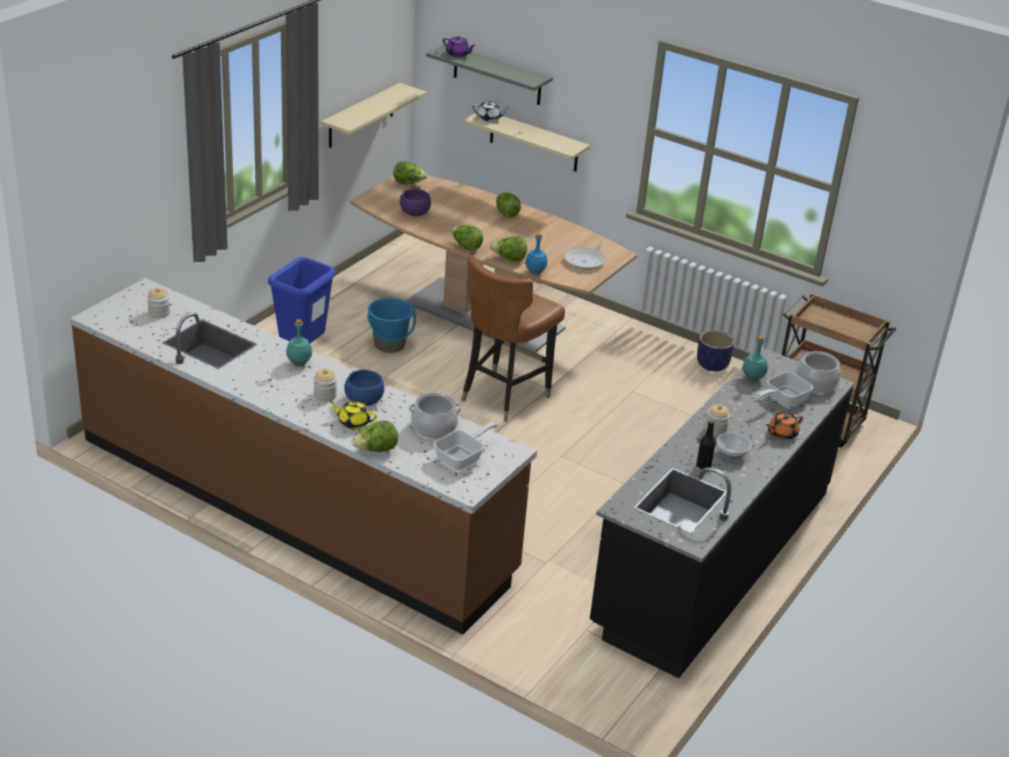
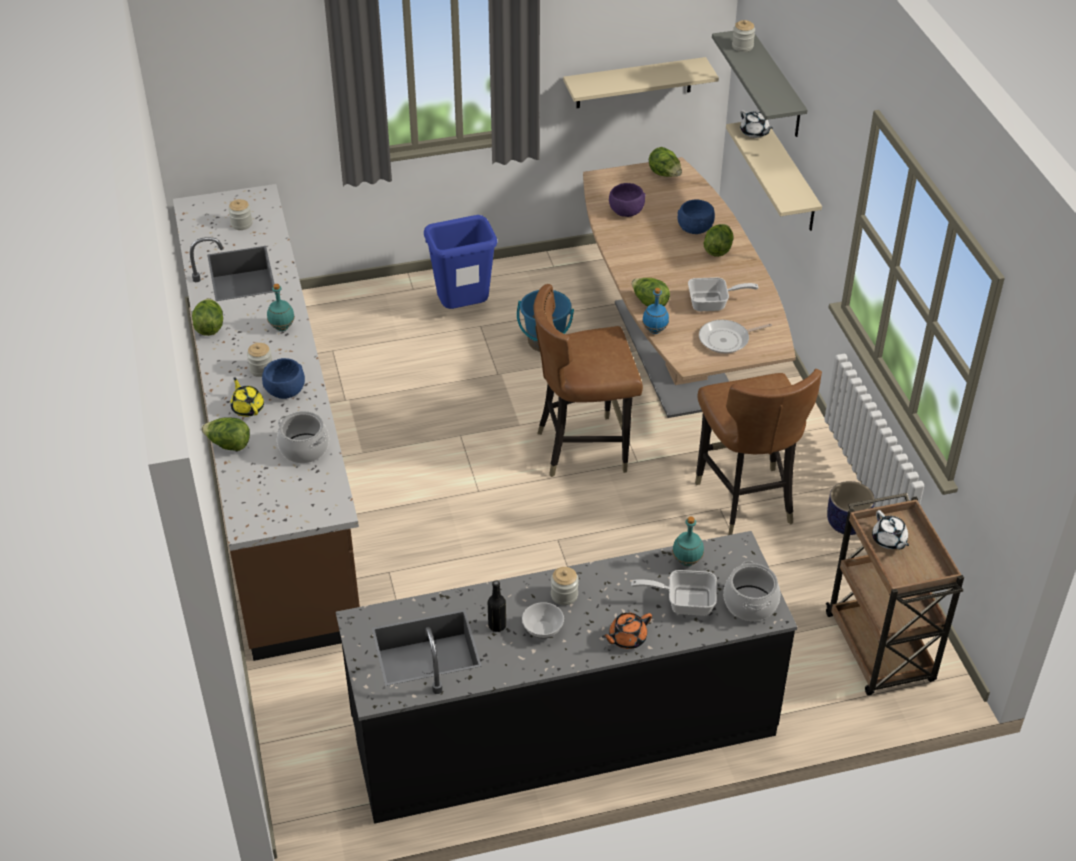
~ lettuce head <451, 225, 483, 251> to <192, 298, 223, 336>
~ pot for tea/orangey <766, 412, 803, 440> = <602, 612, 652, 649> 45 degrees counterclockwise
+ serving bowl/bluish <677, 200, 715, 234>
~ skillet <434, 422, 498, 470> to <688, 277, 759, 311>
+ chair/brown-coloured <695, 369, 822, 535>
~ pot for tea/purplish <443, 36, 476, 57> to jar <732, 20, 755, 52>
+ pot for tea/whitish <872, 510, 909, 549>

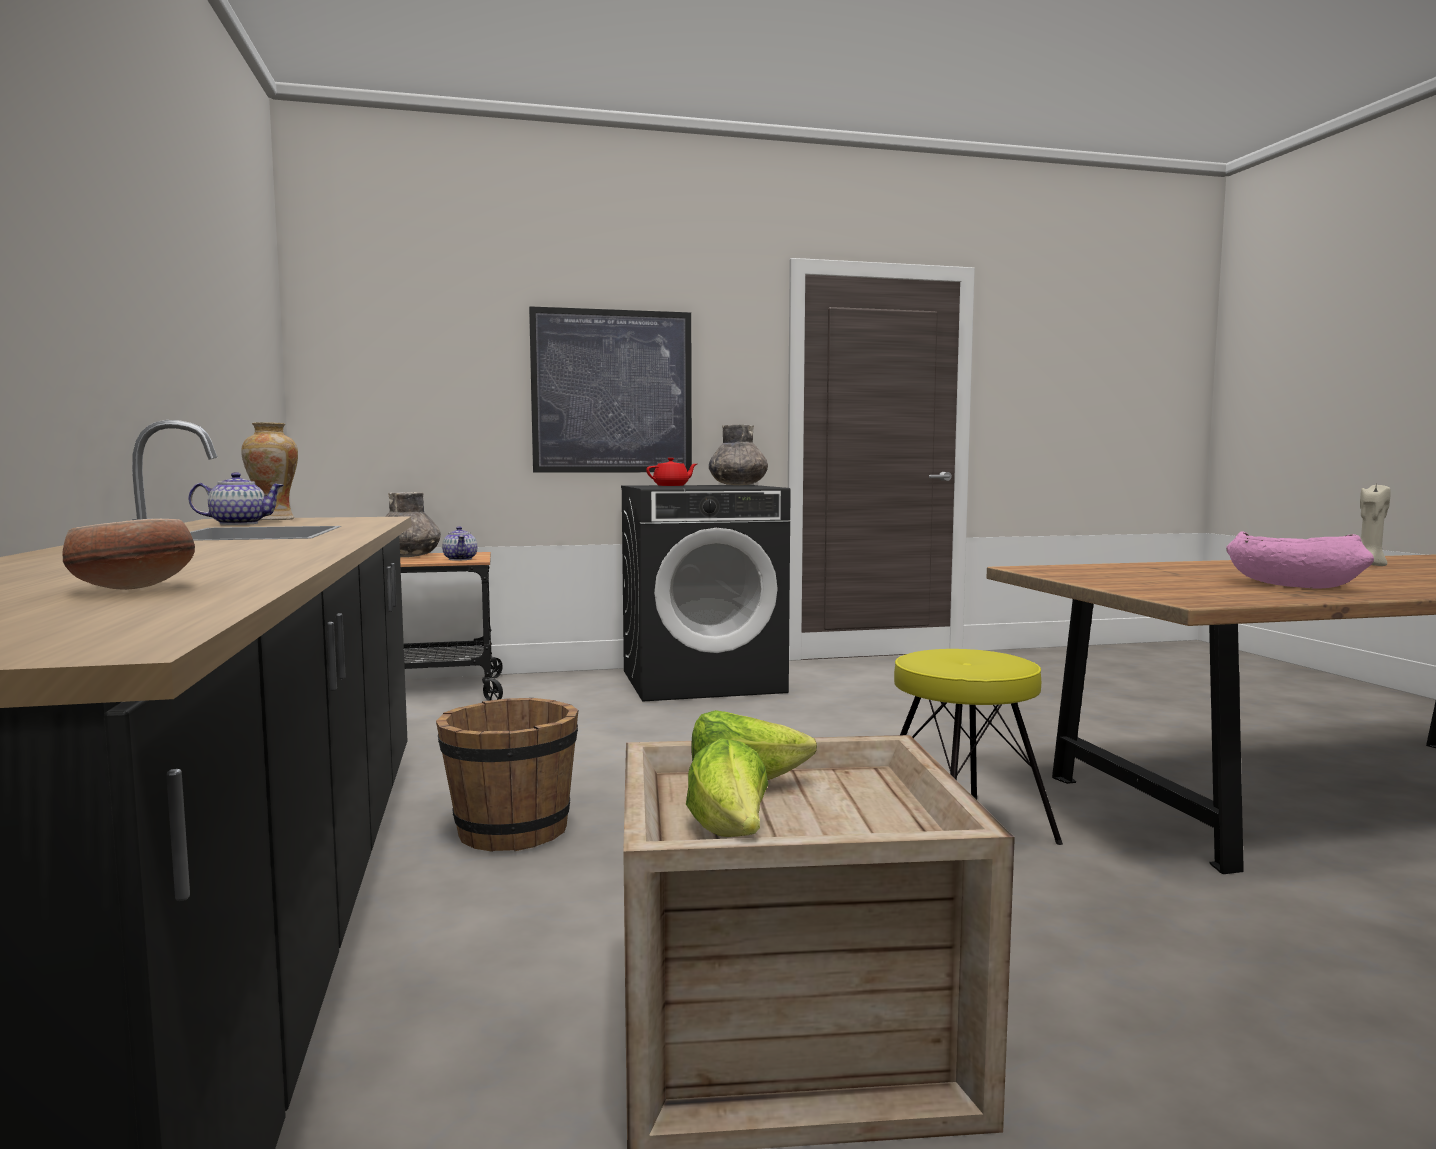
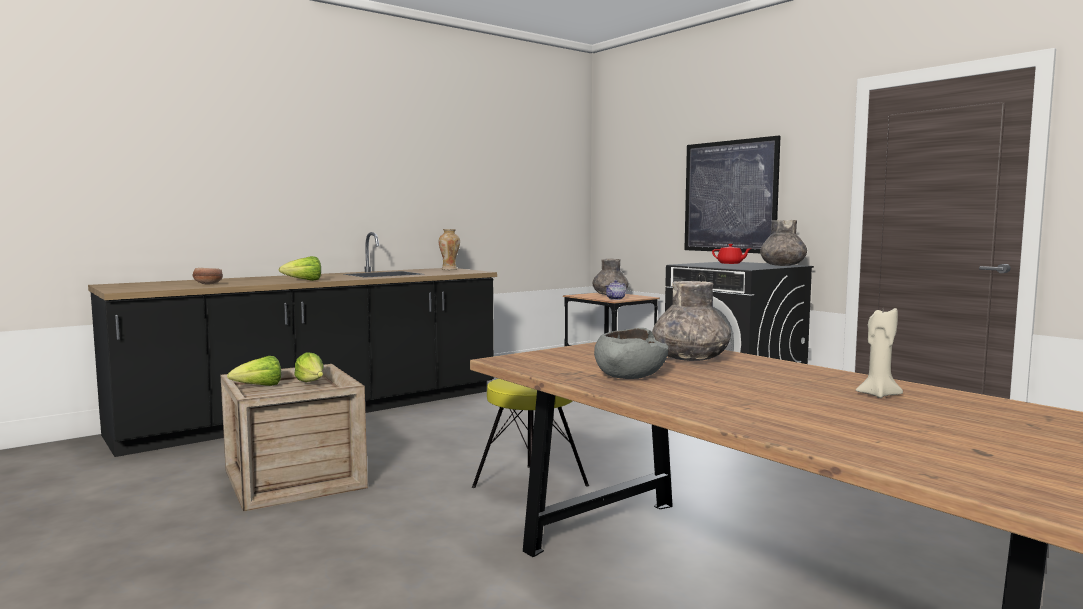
+ lettuce head <279, 256, 321, 281>
~ serving bowl/pink <1226, 531, 1374, 589> to serving bowl/grey <594, 328, 669, 379>
+ decorative vase/grey <652, 281, 731, 361>
- pot for tea <188, 472, 284, 525>
- bucket/brown-coloured <436, 698, 578, 852>

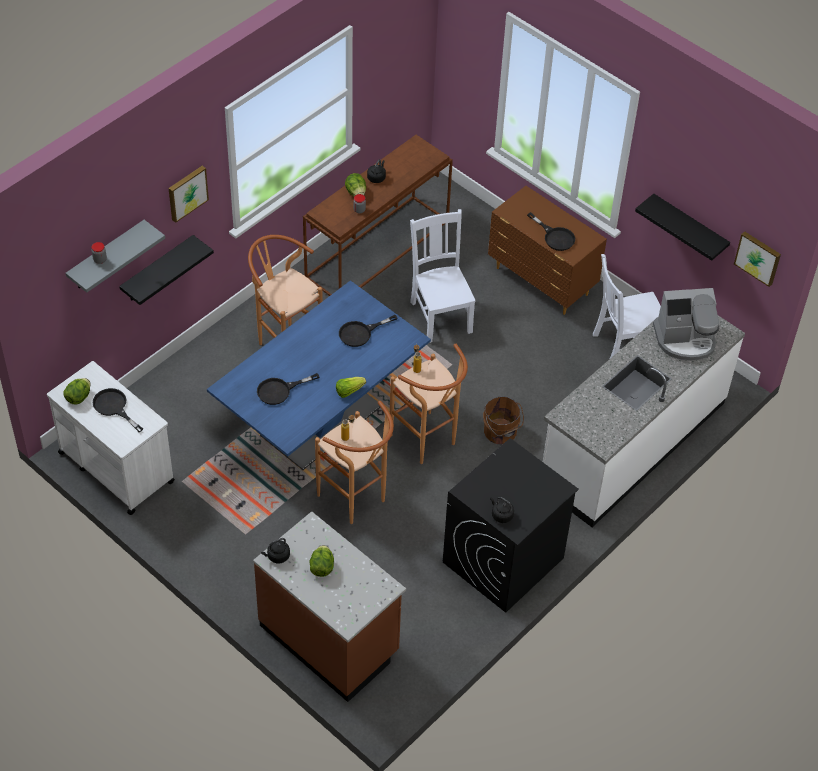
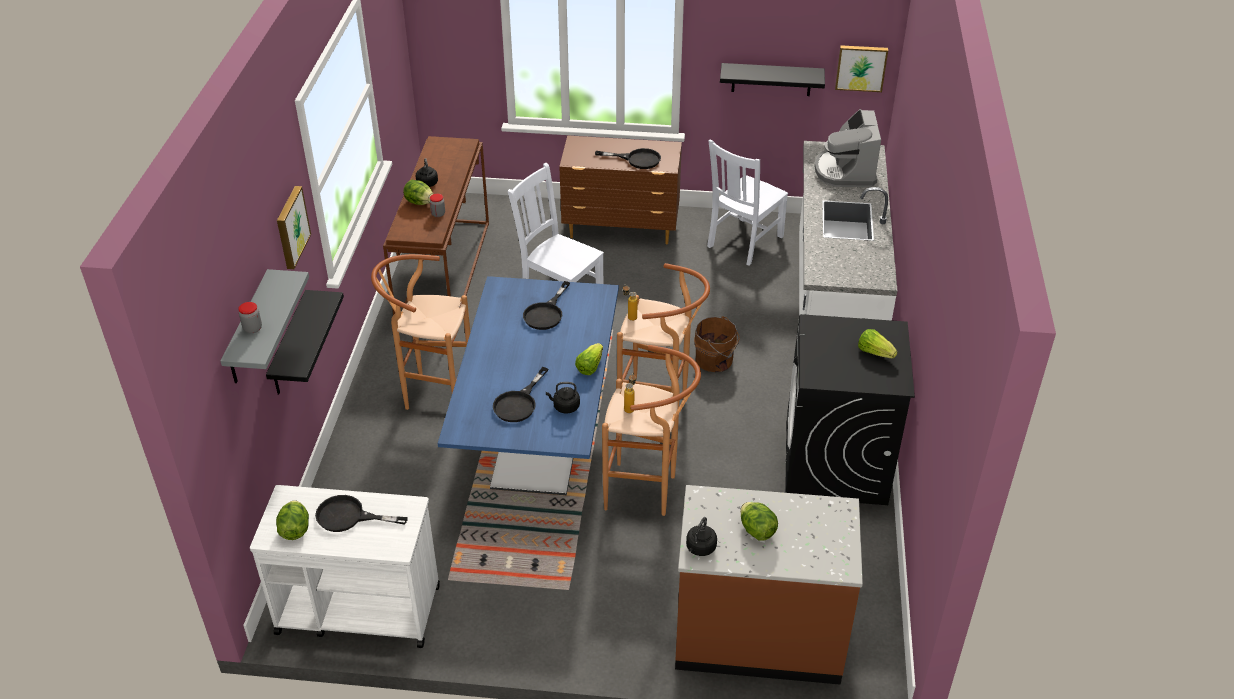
~ water kettle/blackish <490, 497, 514, 523> to <546, 382, 580, 414>
~ coffee brewer <653, 288, 719, 361> = <815, 109, 881, 187> 135 degrees clockwise
+ lettuce head <858, 329, 897, 358>

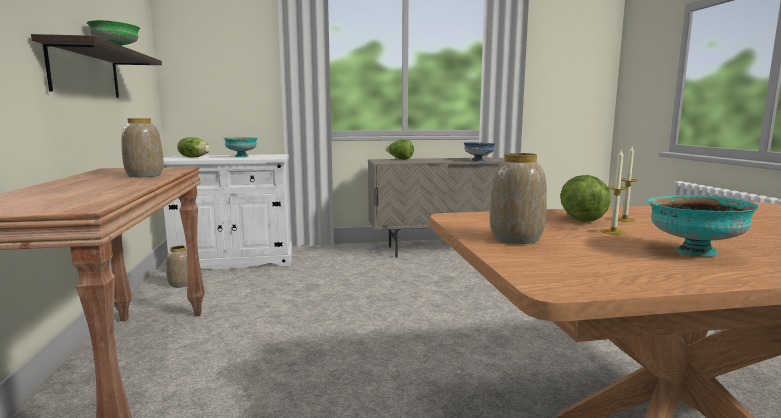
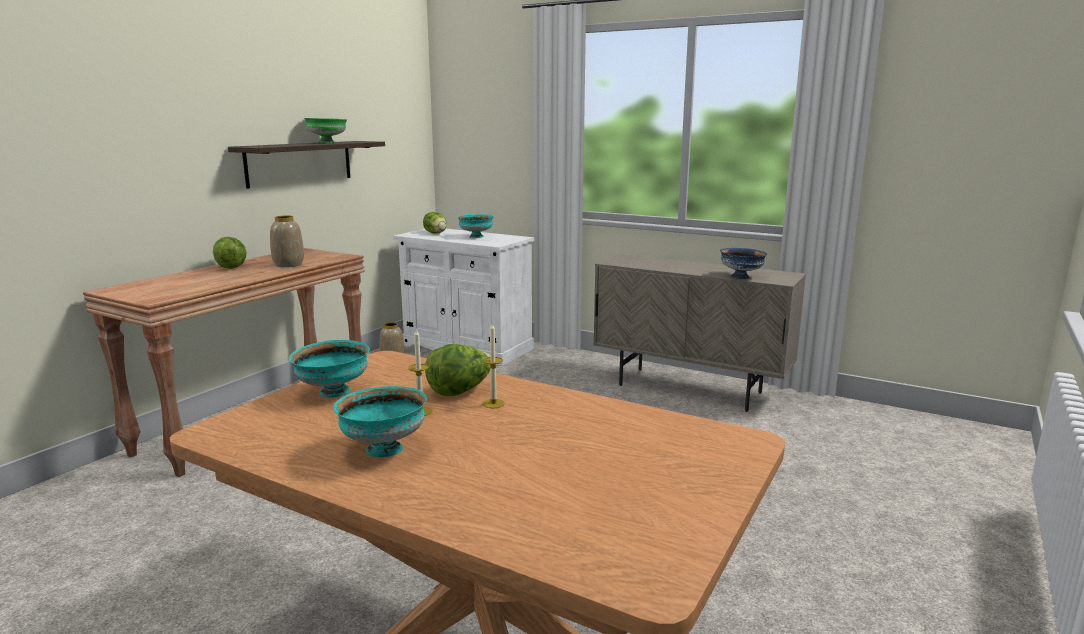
~ lettuce head <386, 139, 414, 160> to <213, 237, 247, 269>
~ decorative vase <490, 153, 547, 244> to serving bowl/turquoise-coloured <289, 340, 370, 398>

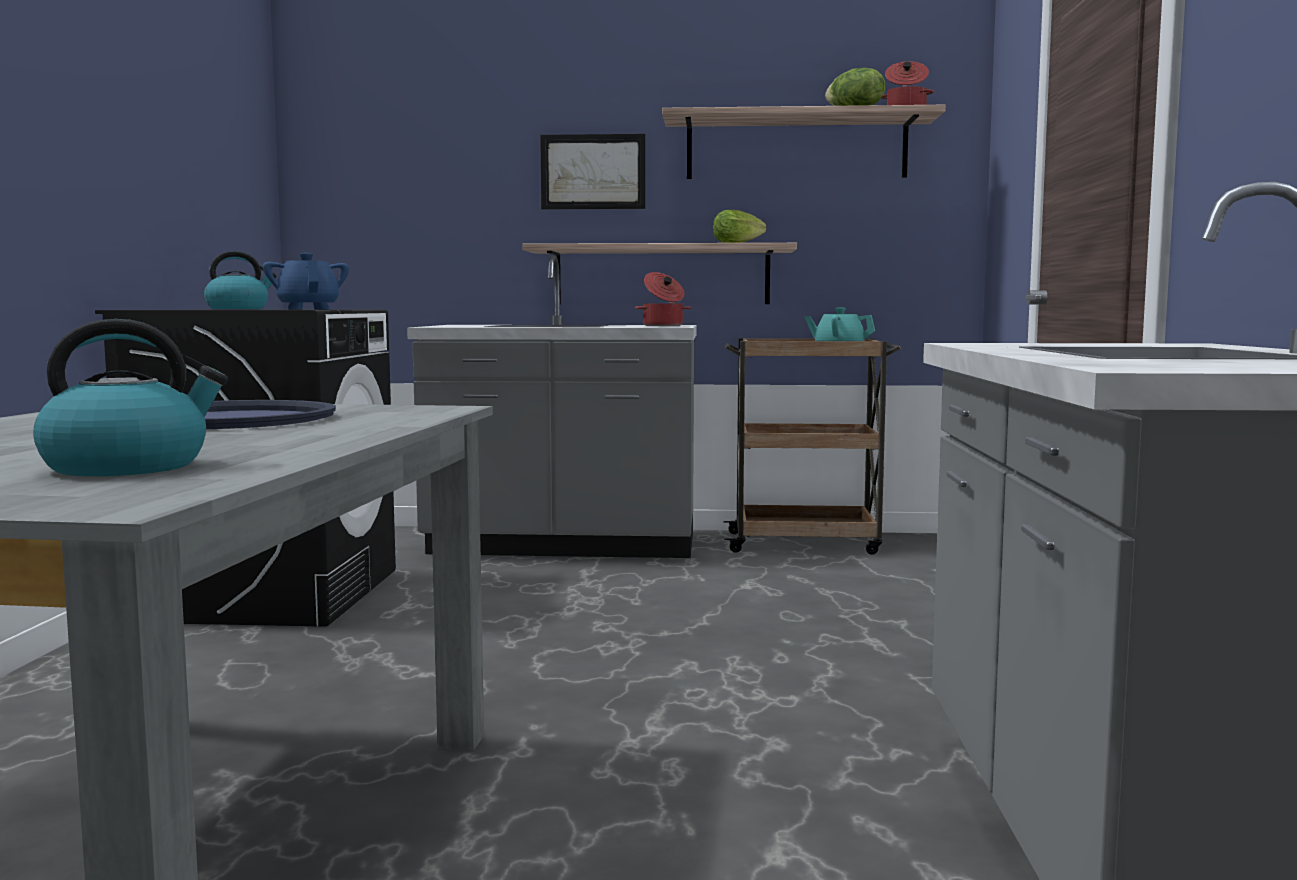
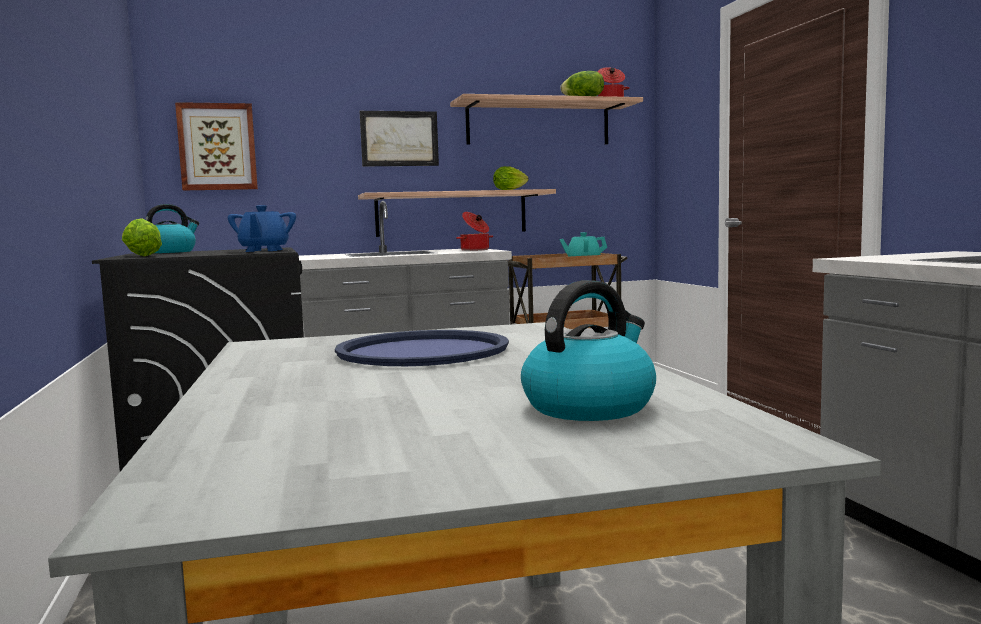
+ lettuce head <122, 218, 162, 256>
+ picture <175, 102, 258, 191>
~ pot for tea/bluish <263, 253, 349, 309> = <228, 205, 296, 252> 135 degrees counterclockwise

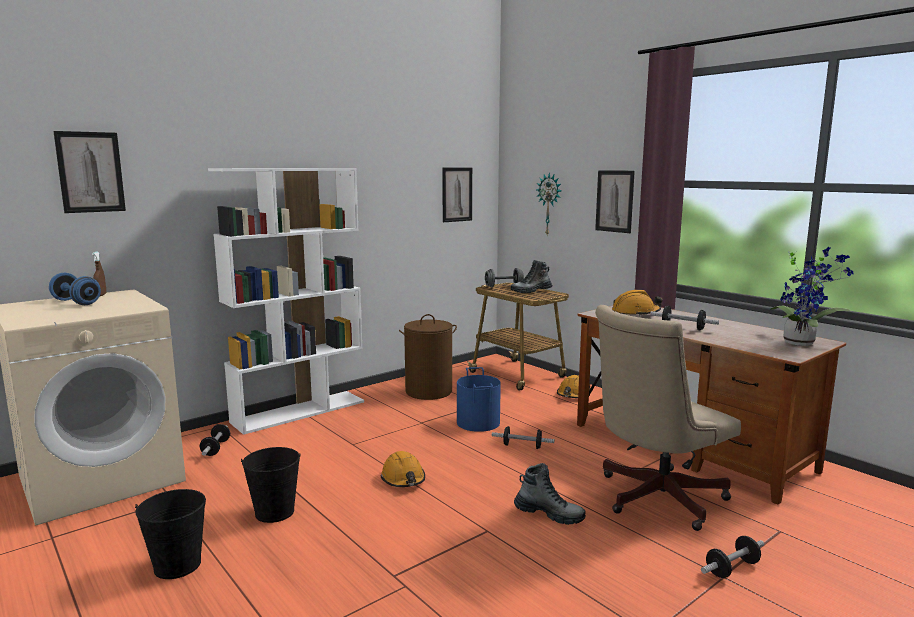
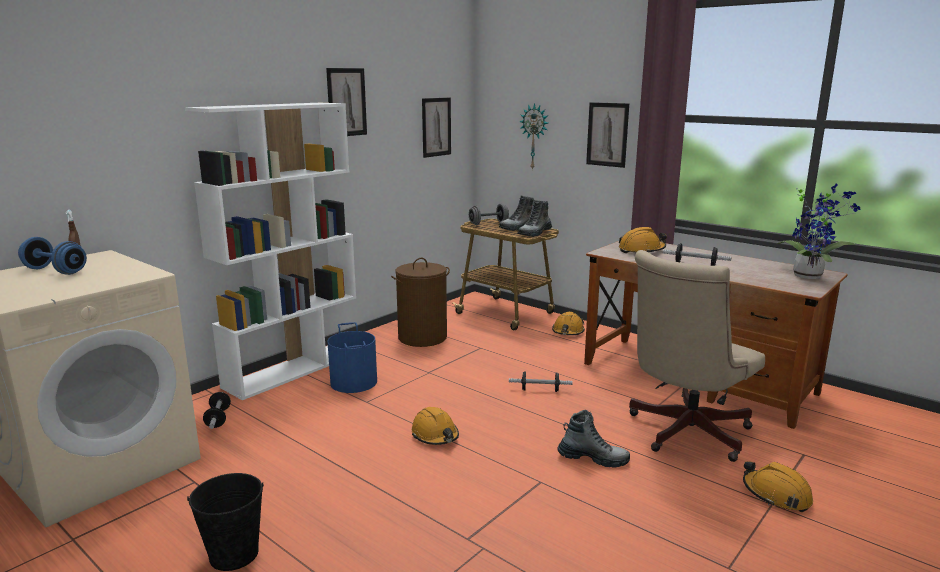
~ picture <53, 131, 126, 213> to <326, 68, 367, 136>
~ bucket/bluish <457, 367, 501, 432> to <327, 322, 377, 393>
+ tall boot <518, 200, 552, 237>
~ hand weight <701, 536, 764, 578> to work helmet/orangey <743, 461, 813, 512>
- bucket/blackish <241, 447, 301, 523>

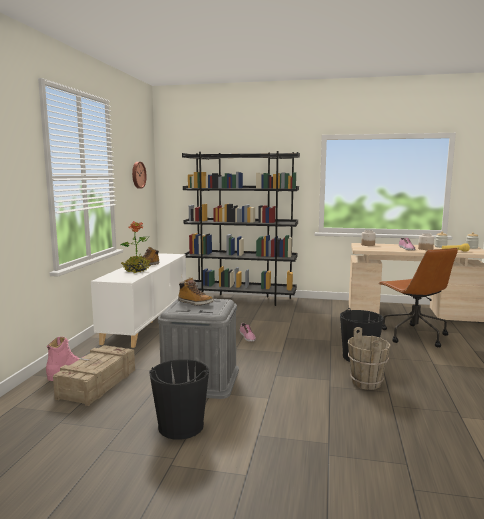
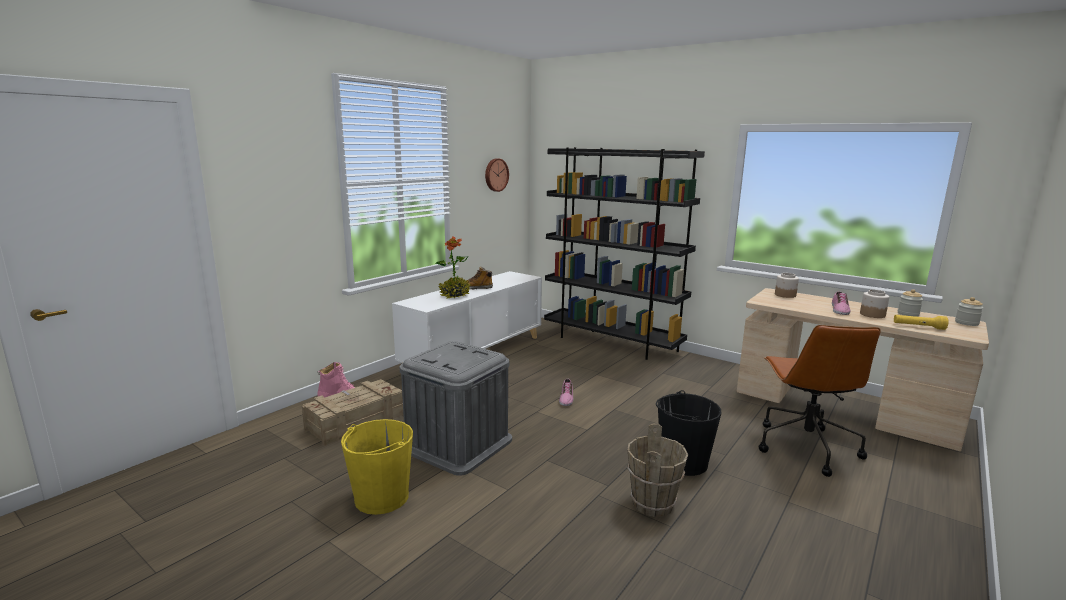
~ bucket/blackish <149, 359, 209, 440> to bucket/yellow <341, 419, 413, 515>
- tall boot <178, 277, 214, 305>

